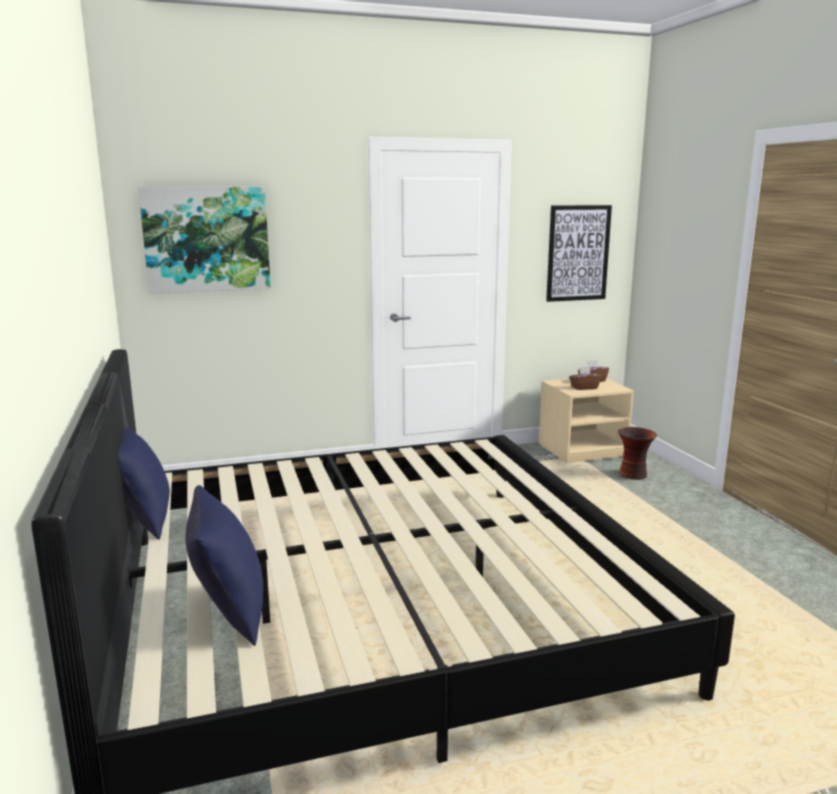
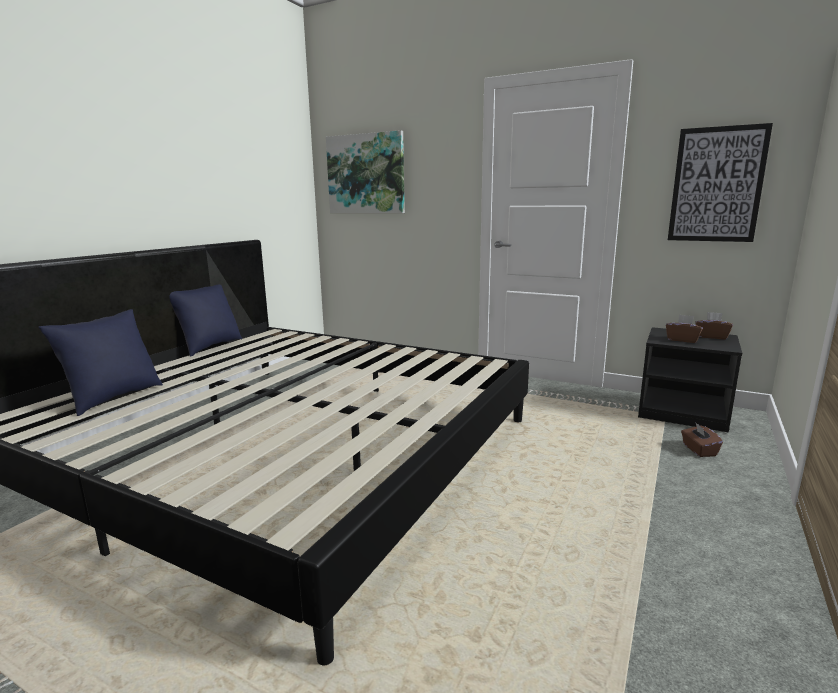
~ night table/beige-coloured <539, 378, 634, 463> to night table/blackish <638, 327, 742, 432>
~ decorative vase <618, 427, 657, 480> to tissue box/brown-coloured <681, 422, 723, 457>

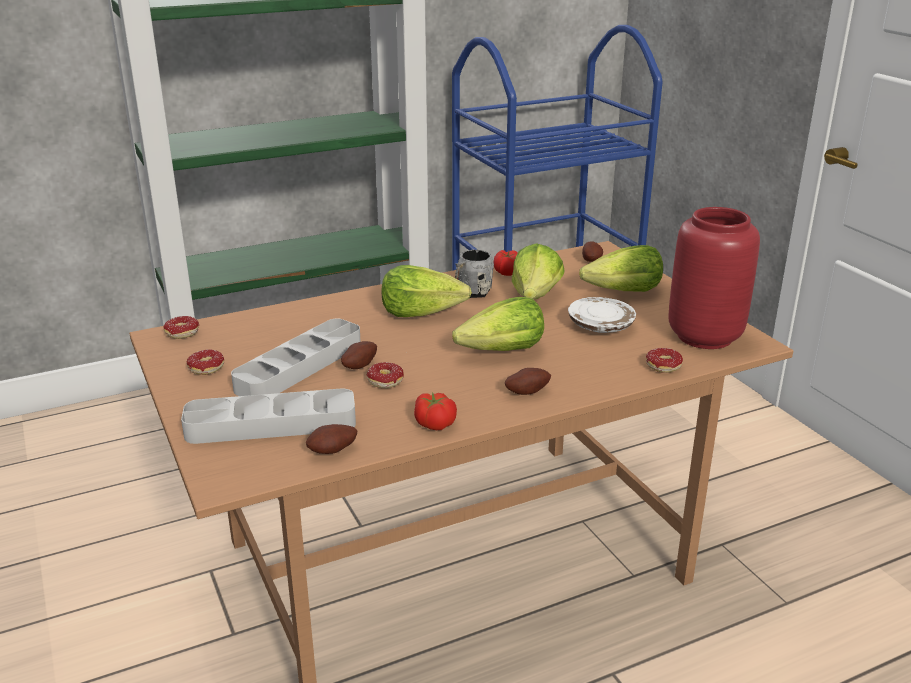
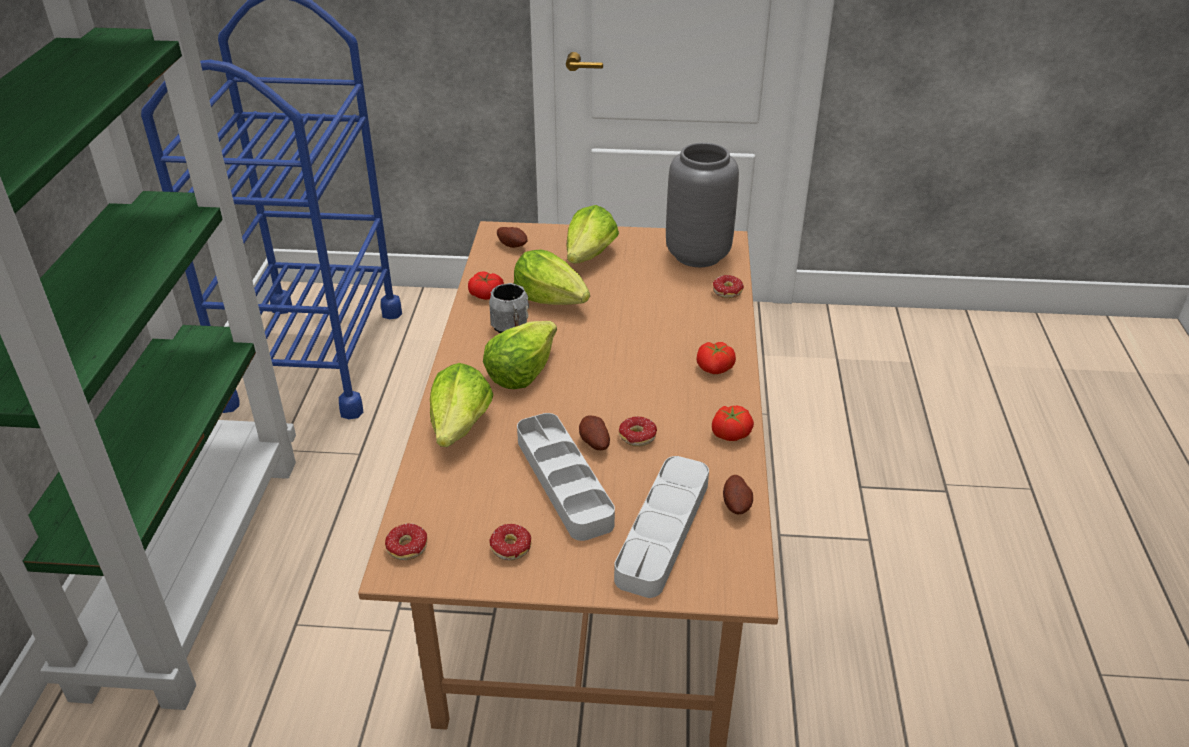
~ lettuce head <452, 297, 544, 351> to <430, 363, 493, 447>
~ decorative vase/reddish <669, 207, 760, 349> to decorative vase/grey <666, 142, 739, 267>
~ potato <505, 368, 551, 395> to tomato <697, 342, 736, 374>
- dinner plate/whitish <568, 297, 636, 333>

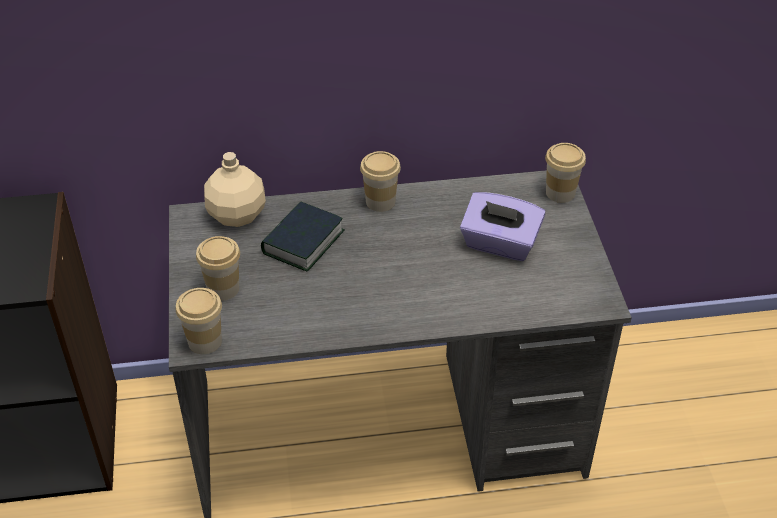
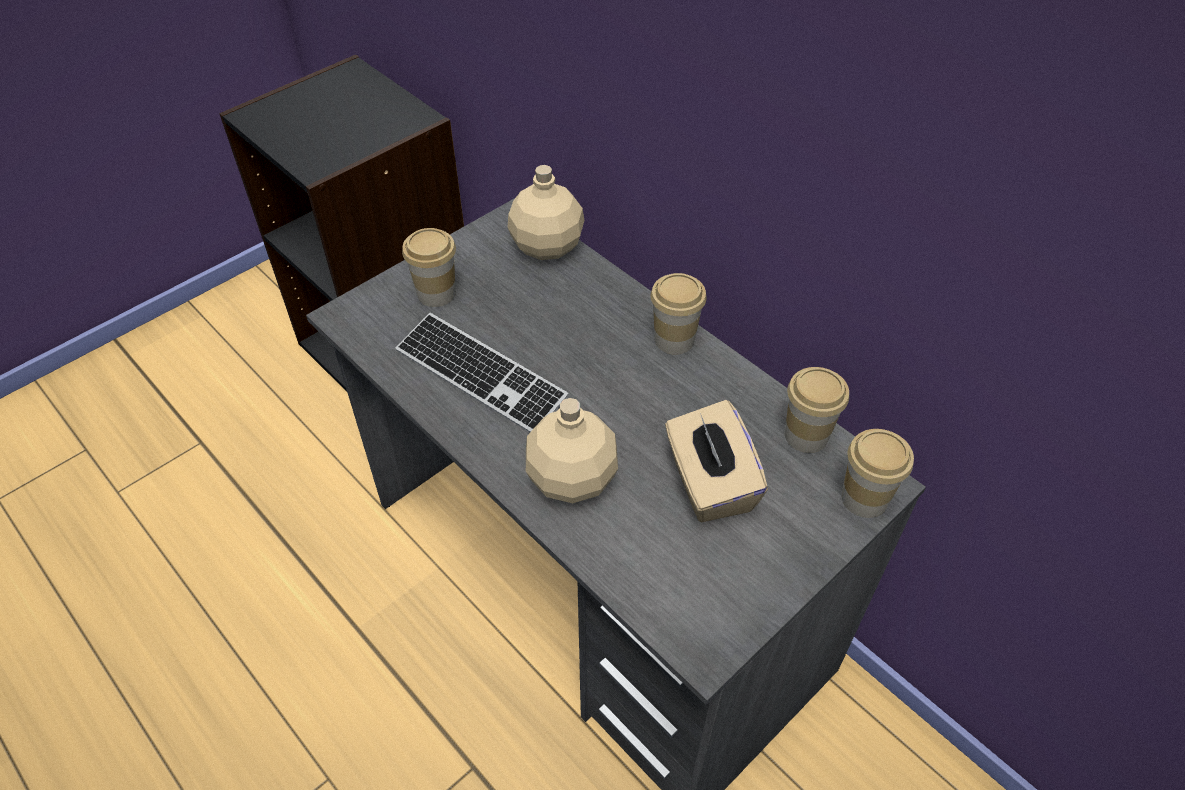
+ PC keyboard <395, 313, 569, 432>
+ beverage bottle/beige-coloured <526, 398, 618, 503>
~ tissue box/purplish <460, 192, 546, 261> to tissue box/beige-coloured <665, 400, 768, 522>
~ cup <176, 288, 222, 354> to <785, 367, 849, 453>
- book <261, 201, 345, 271>

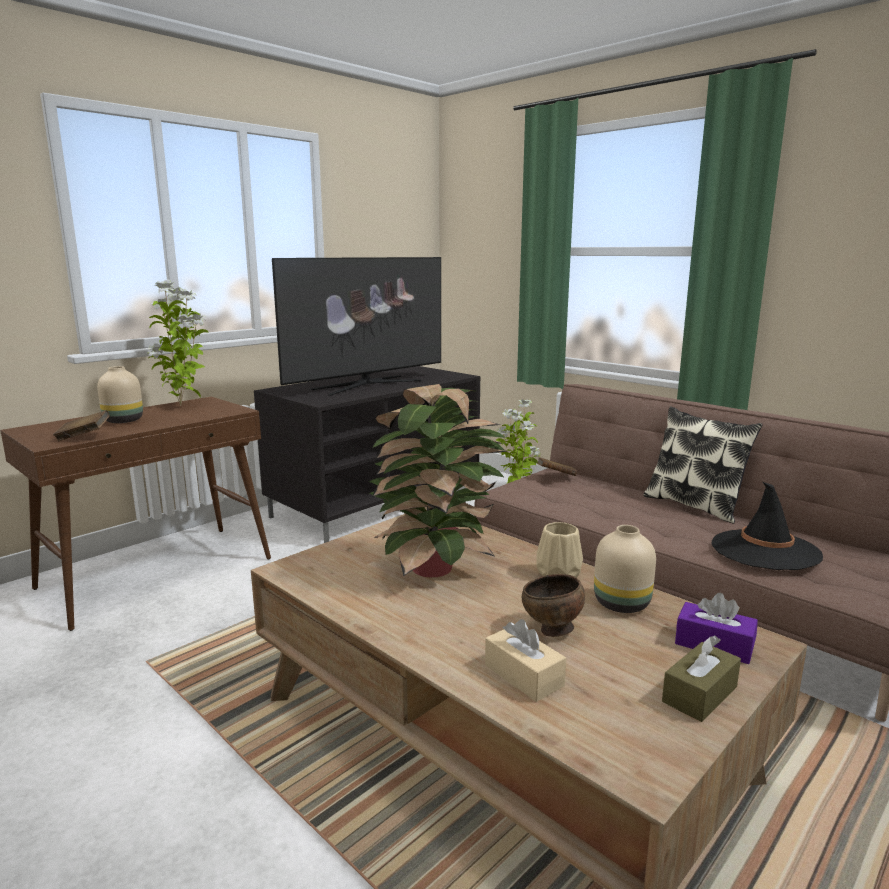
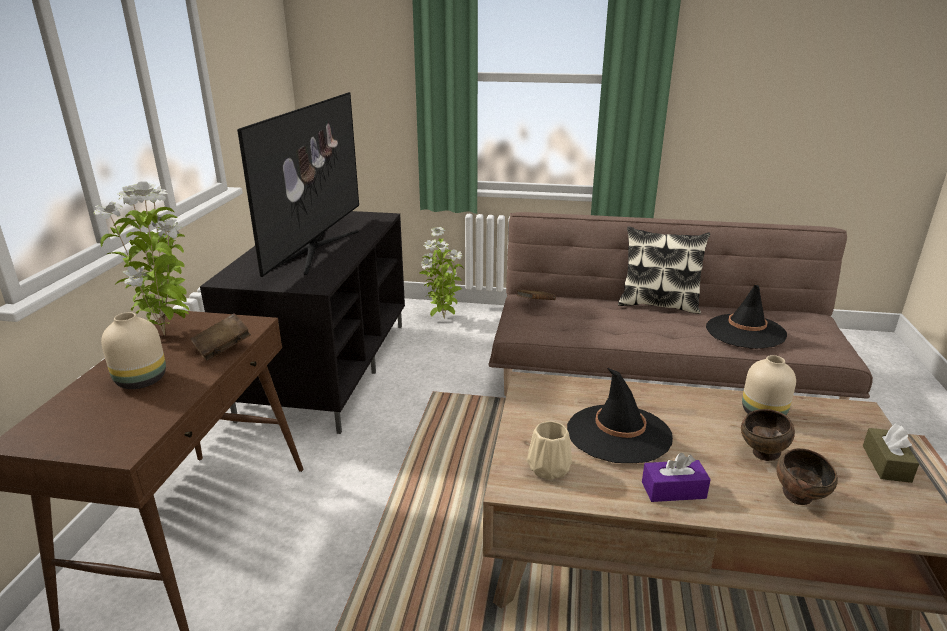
~ book/brown-coloured <53, 410, 110, 441> to <190, 313, 251, 361>
~ decorative vase/beige-coloured <536, 522, 583, 578> to <527, 421, 572, 480>
~ houseplant <369, 384, 508, 578> to wearable hat/blackish <567, 368, 673, 463>
~ tissue box/purplish <675, 593, 758, 664> to <642, 453, 711, 502>
~ tissue box/beige-coloured <485, 619, 566, 702> to serving bowl/brown-coloured <776, 448, 838, 505>

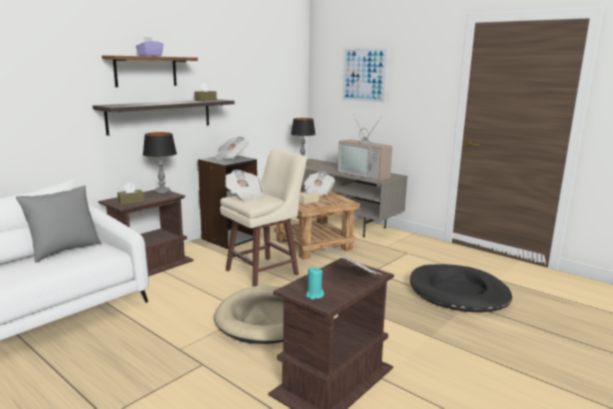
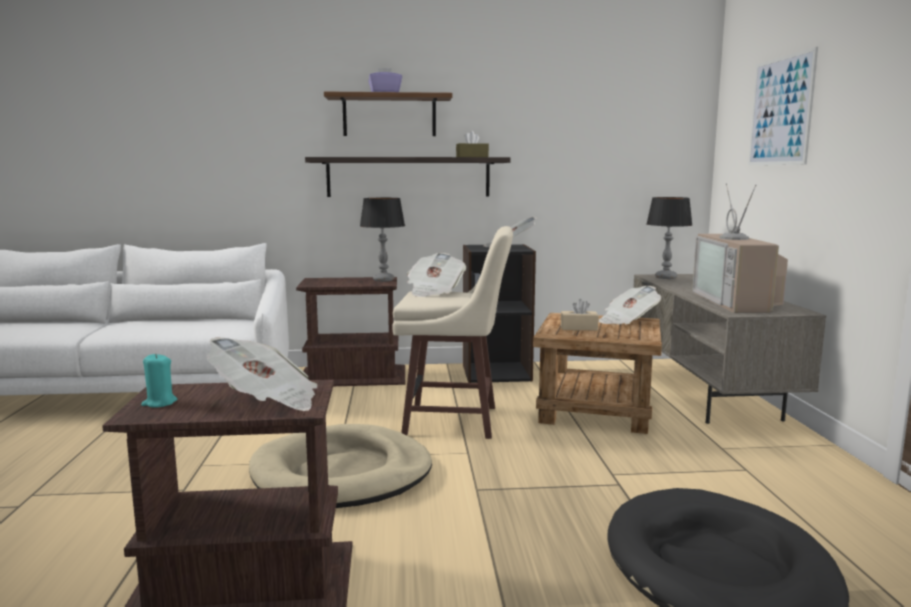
- cushion/grey <16, 186, 102, 263>
- tissue box/brown-coloured <117, 182, 145, 205>

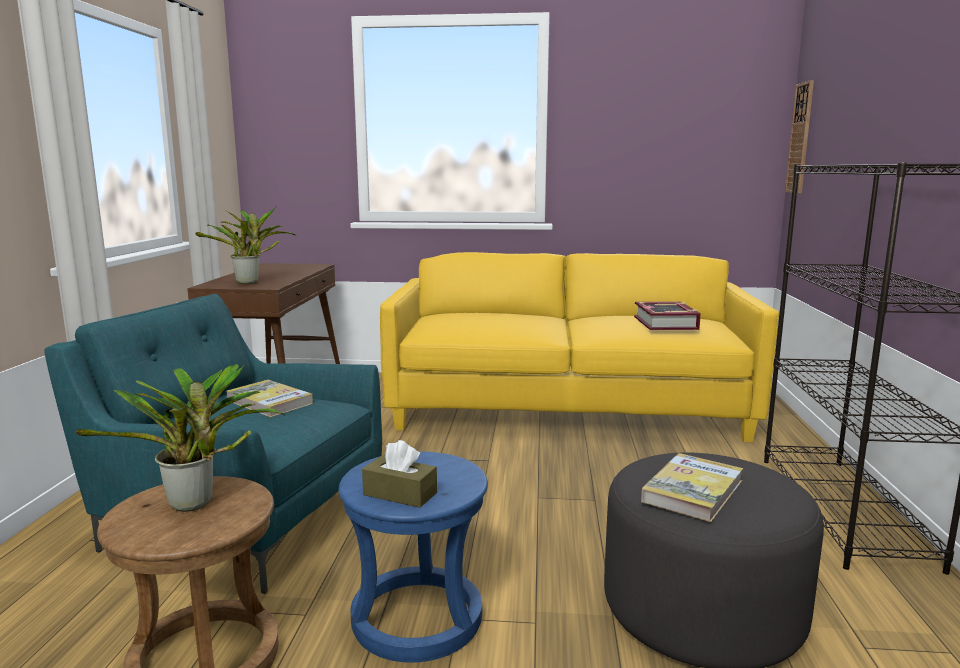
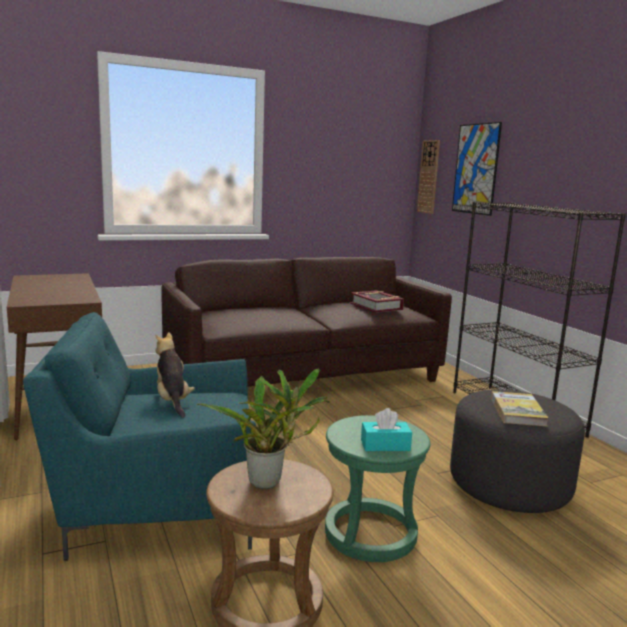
~ book <226, 380, 313, 417> to cuddly toy <155, 332, 195, 418>
~ settee/yellow <380, 252, 779, 442> to settee/brown-coloured <161, 257, 452, 387>
~ stool seat/bluish <338, 451, 488, 663> to stool seat/green <325, 415, 431, 562>
~ tissue box/brown-coloured <362, 440, 437, 508> to tissue box/turquoise-coloured <361, 408, 412, 451>
+ picture <452, 122, 502, 216>
- houseplant <195, 206, 296, 284>

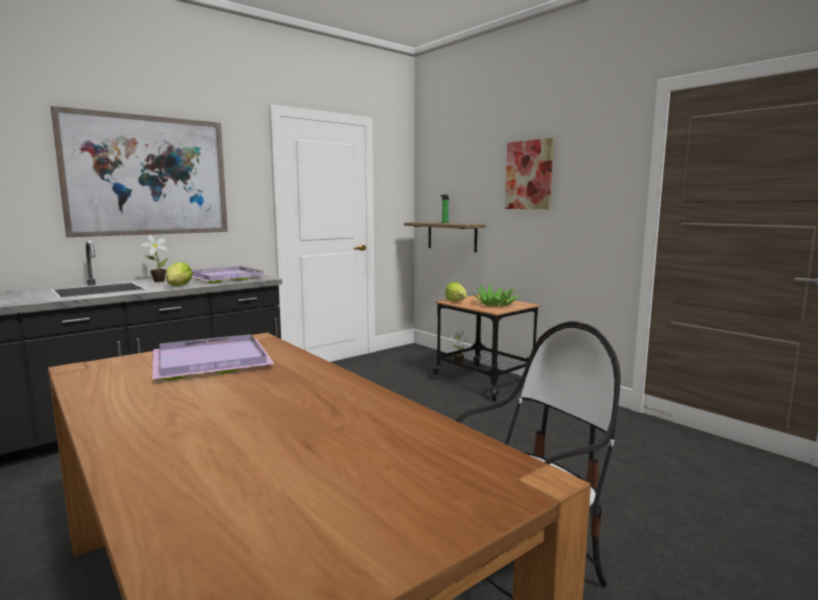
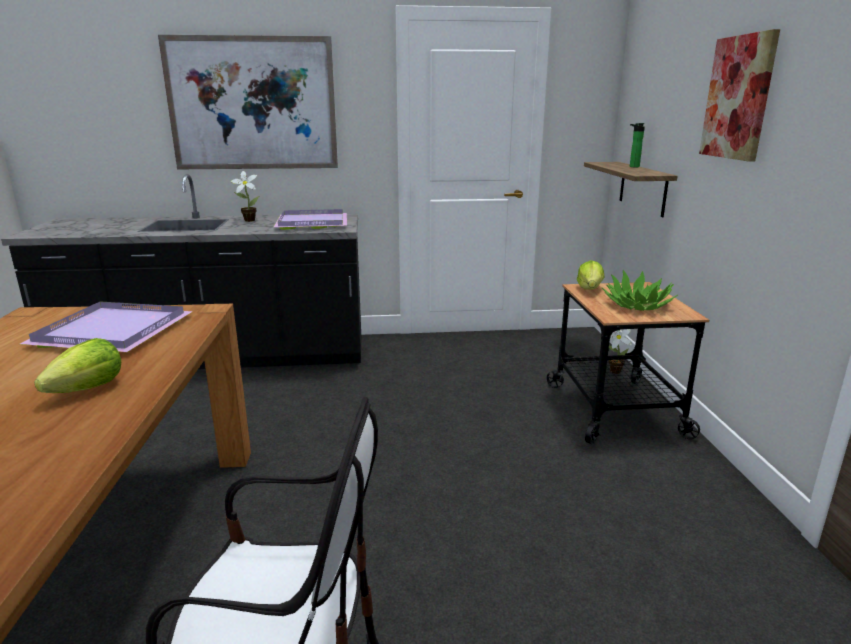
~ lettuce head <166, 262, 193, 286> to <34, 338, 121, 393>

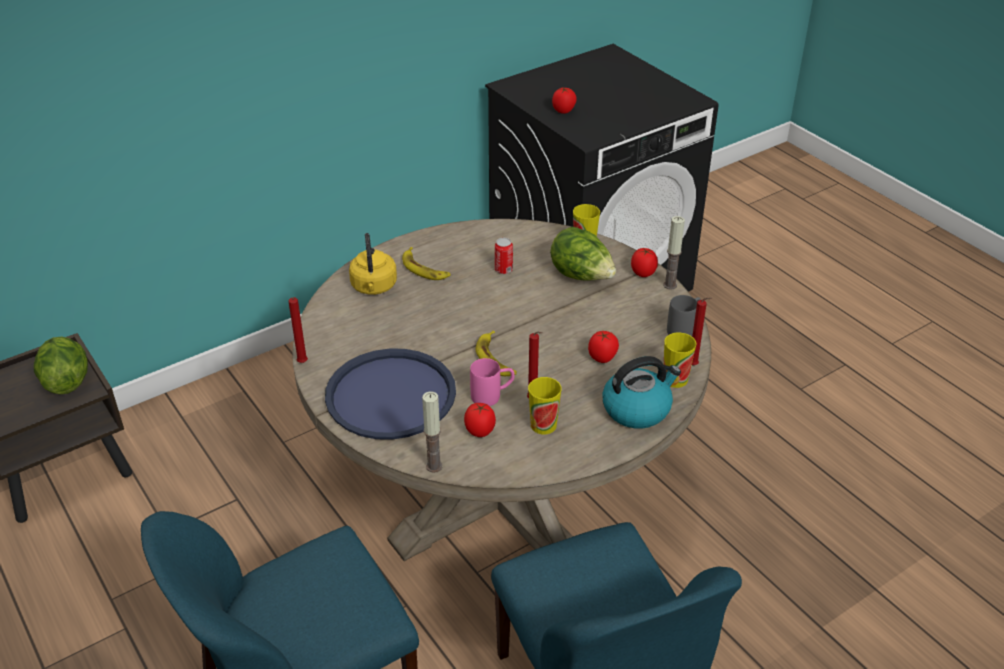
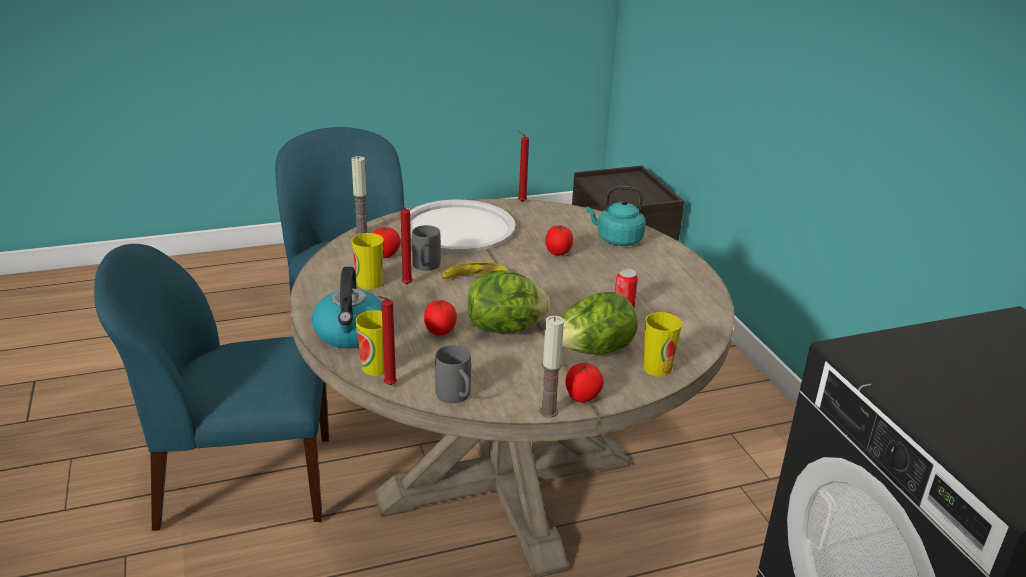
~ carrying tray/bluish <325, 348, 456, 440> to carrying tray/whitish <410, 200, 515, 252>
~ coffee mug/pink <470, 358, 515, 406> to coffee mug/grey <412, 225, 441, 271>
~ lettuce head <34, 337, 88, 394> to <468, 270, 550, 333>
~ tomato <552, 88, 577, 114> to <545, 225, 573, 256>
~ water kettle/yellow <349, 233, 397, 295> to water kettle/turquoise-coloured <586, 186, 646, 246>
- banana <402, 247, 451, 280>

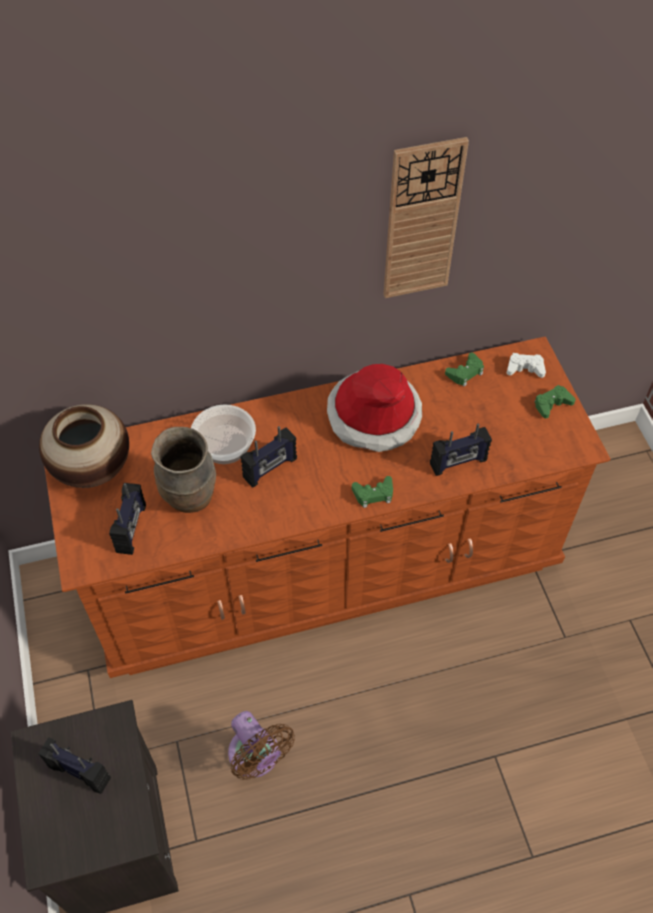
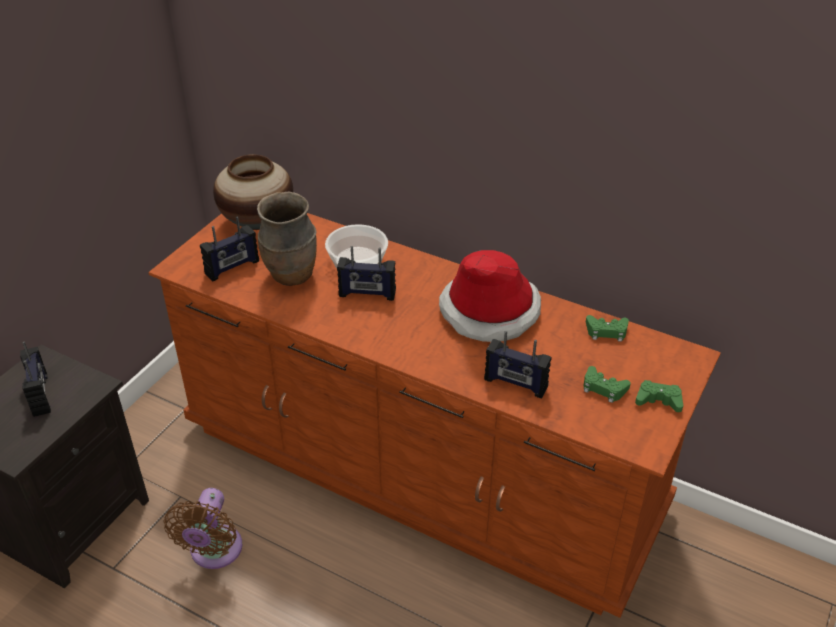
~ joypad/green <352, 476, 393, 508> to <584, 366, 631, 403>
- wall clock <383, 137, 469, 298>
- joypad/whitish <507, 353, 546, 378>

